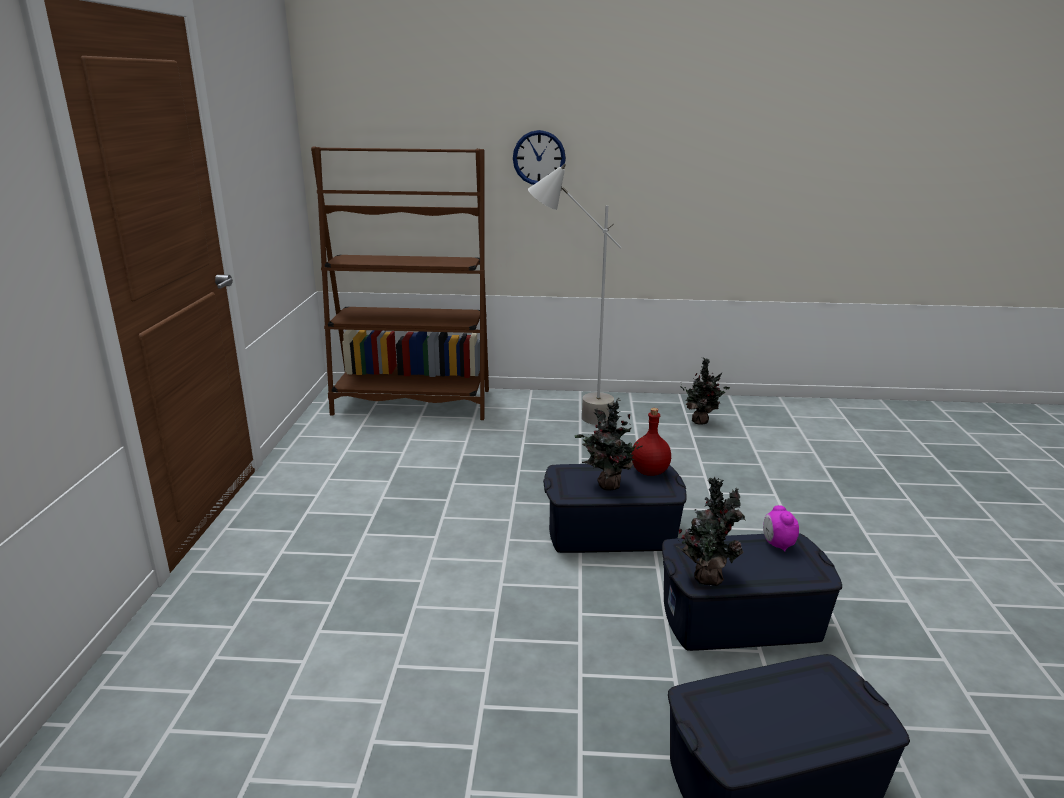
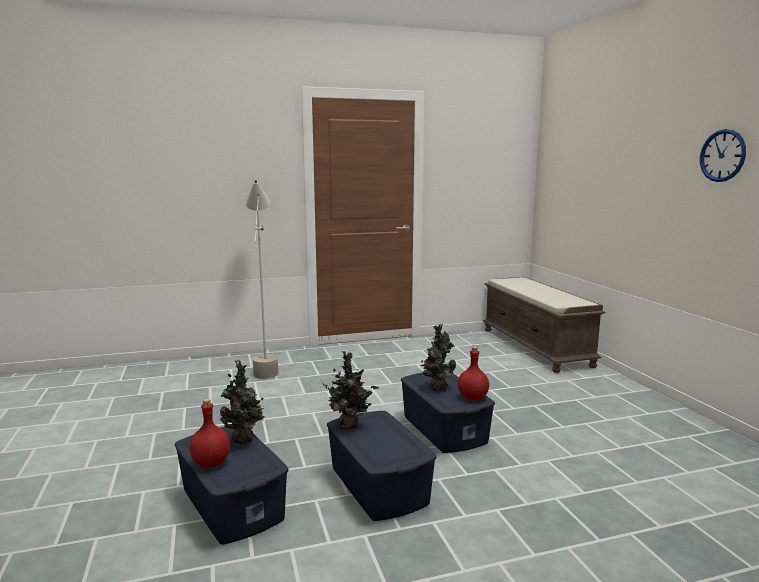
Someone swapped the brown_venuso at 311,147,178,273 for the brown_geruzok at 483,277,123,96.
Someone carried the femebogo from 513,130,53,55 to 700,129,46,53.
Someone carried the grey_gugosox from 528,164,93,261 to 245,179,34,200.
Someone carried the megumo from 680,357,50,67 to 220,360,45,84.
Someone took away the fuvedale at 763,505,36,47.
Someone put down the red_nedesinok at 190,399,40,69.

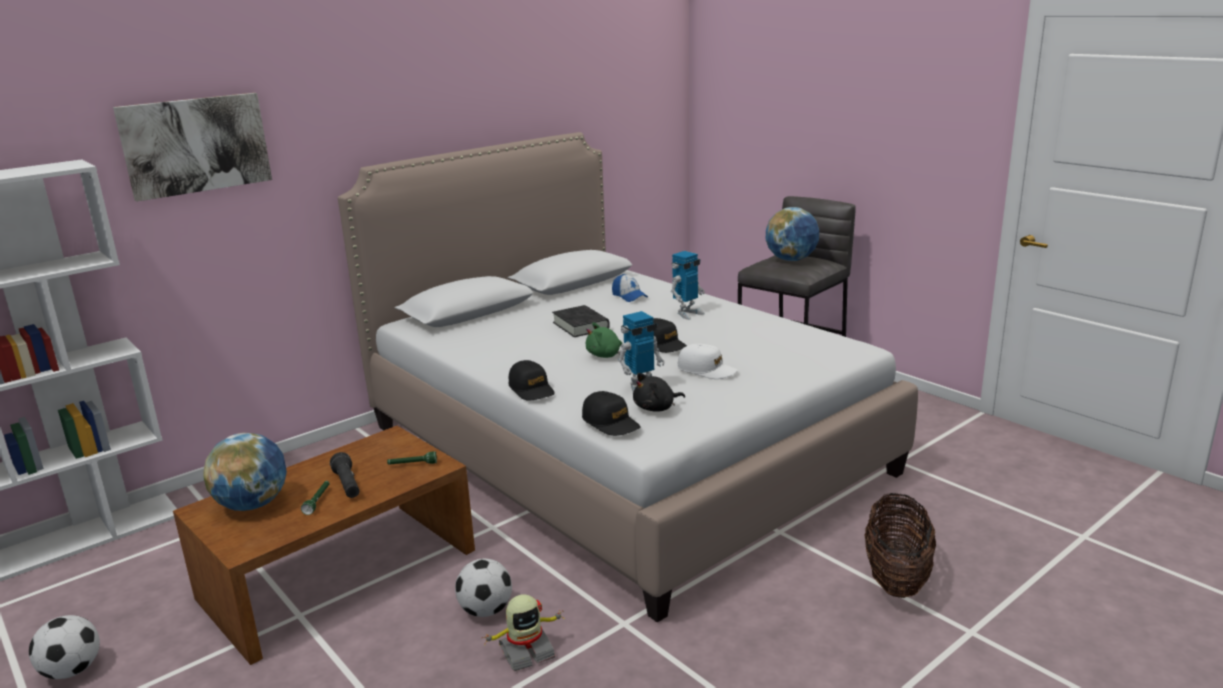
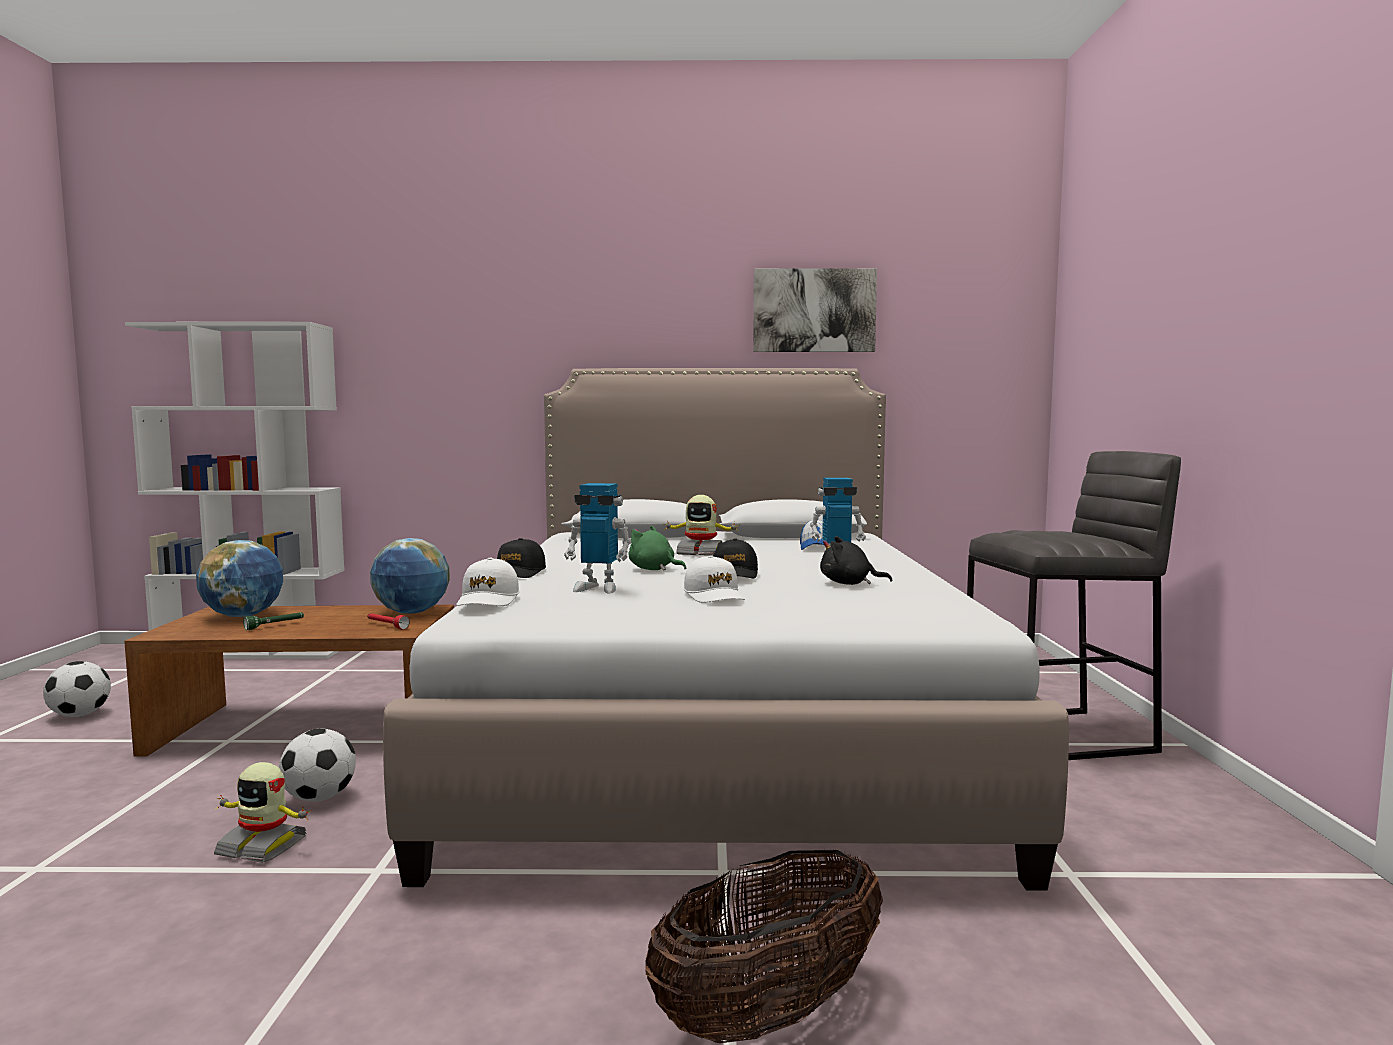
Someone carried the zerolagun from 113,93,159,109 to 753,268,124,84.
Someone took away the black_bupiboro at 330,452,29,46.
Someone repainted the green_bupiboro at 387,451,50,14, which became the red_bupiboro at 367,613,43,16.
Someone swapped the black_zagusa at 552,305,58,32 for the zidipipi at 664,495,73,61.
Someone repainted the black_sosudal at 582,391,58,45, which became the white_sosudal at 457,558,62,48.
Someone carried the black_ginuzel from 633,373,52,39 to 820,536,72,49.
Someone carried the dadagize from 766,207,53,54 to 370,538,80,76.

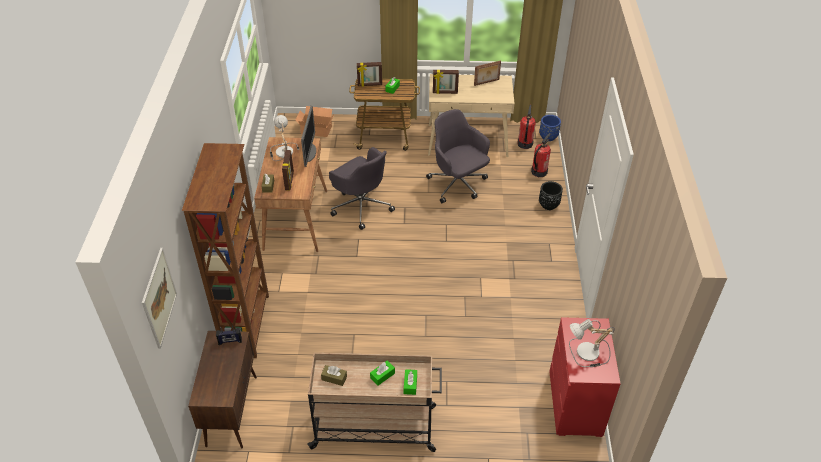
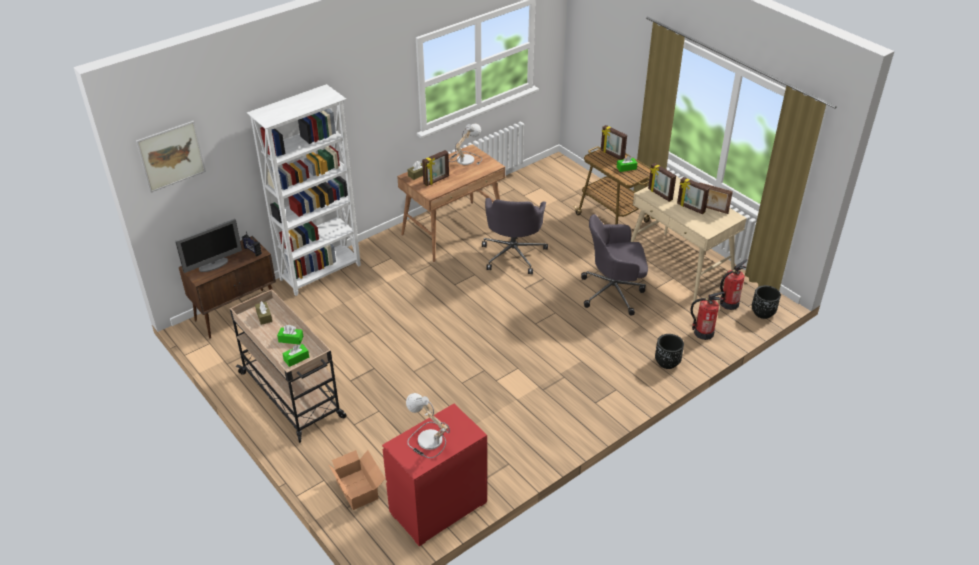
Someone repainted the brown_venuso at 182,143,87,215, which became the white_venuso at 247,84,114,212.
Someone carried the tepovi from 295,106,39,31 to 328,450,57,60.
Someone carried the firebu from 301,106,15,61 to 175,219,67,54.
Someone rotated the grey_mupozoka at 426,109,64,95 by 105 degrees counterclockwise.
Someone repainted the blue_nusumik at 539,115,22,26, which became the black_nusumik at 752,285,29,34.
Someone put down the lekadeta at 677,177,33,37.

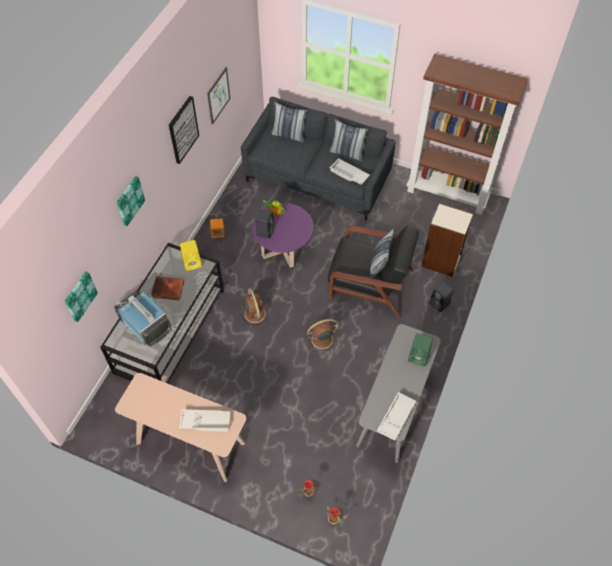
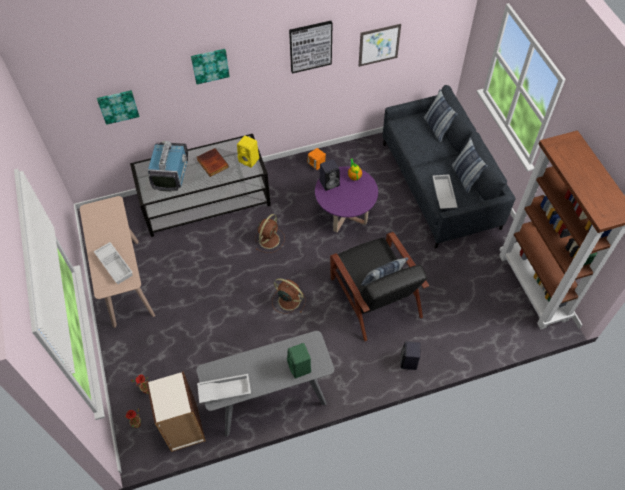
Someone carried the venuso from 421,203,52,74 to 146,371,60,81.

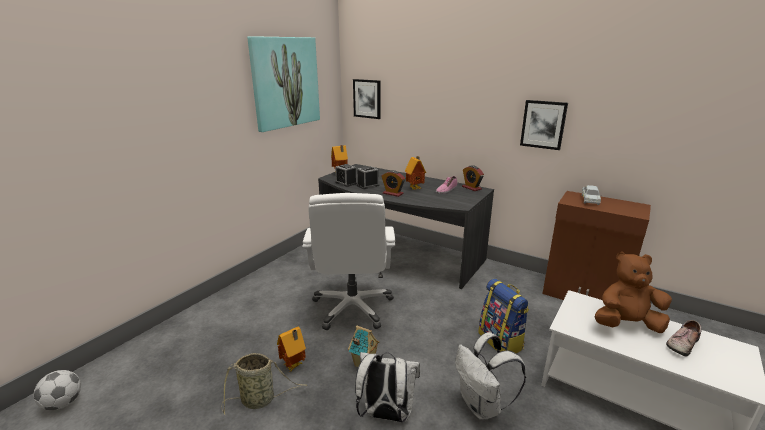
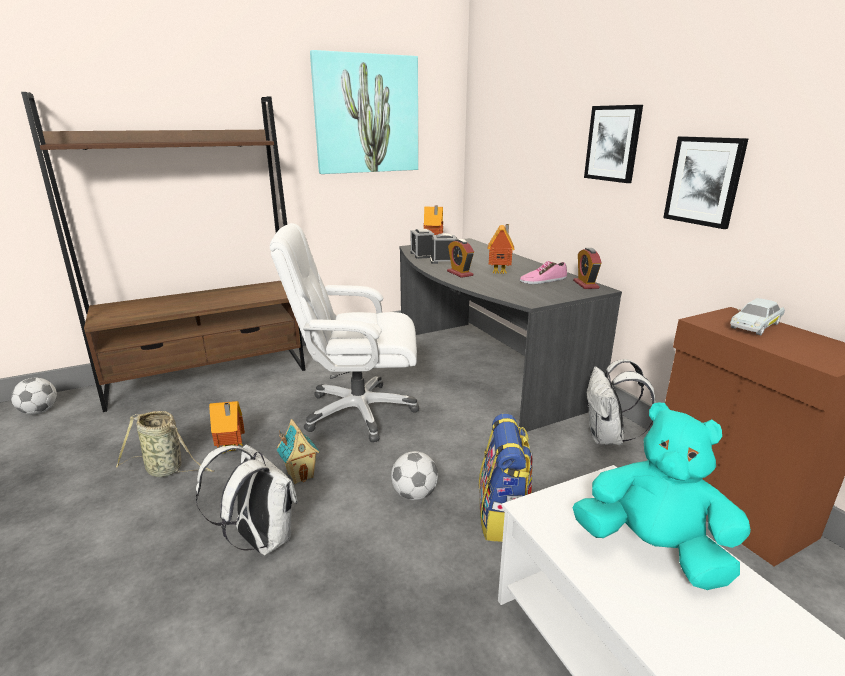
Someone rotated the white_mupozoka at 302,193,93,137 by 60 degrees clockwise.
Someone carried the zerolagun from 353,79,28,40 to 584,105,59,78.
Someone carried the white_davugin from 455,332,71,88 to 587,359,69,86.
Someone repainted the brown_ginuzel at 595,252,77,81, which became the turquoise_ginuzel at 572,403,179,187.
Someone took away the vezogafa at 666,320,36,36.
Someone put down the brown_venuso at 21,92,284,320.
Someone put down the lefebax at 391,451,47,49.

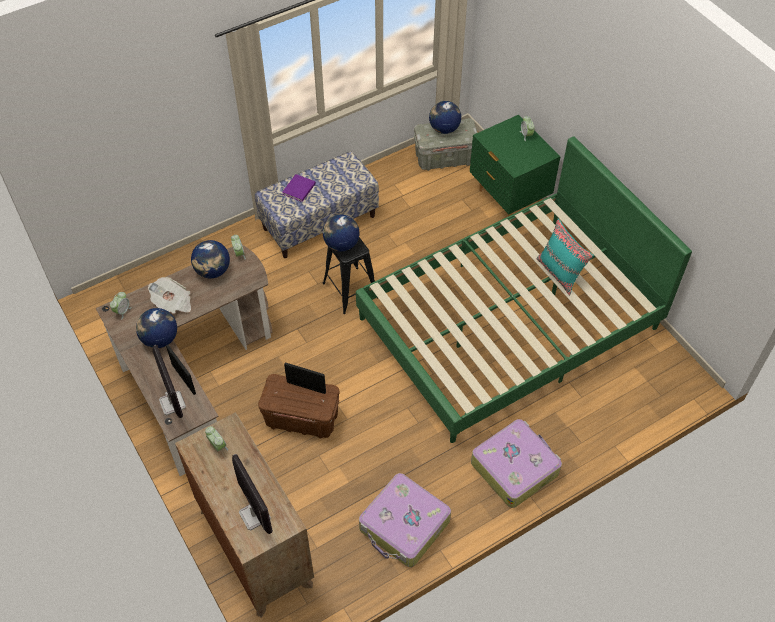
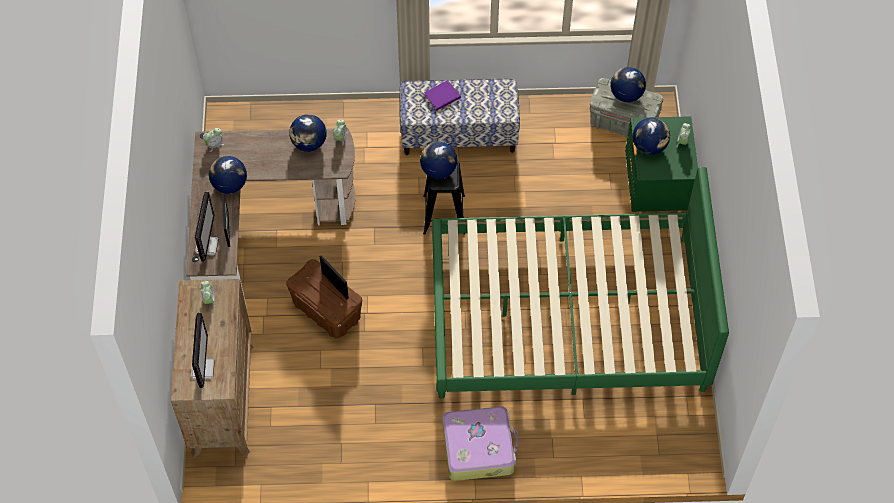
Someone took away the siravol at 148,277,43,37.
Someone took away the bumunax at 359,473,92,94.
Someone took away the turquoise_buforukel at 536,218,58,77.
Someone put down the dadagize at 633,118,37,37.

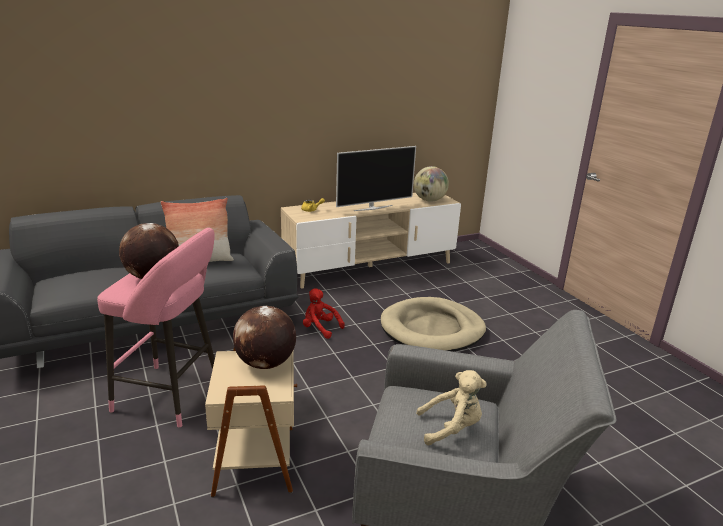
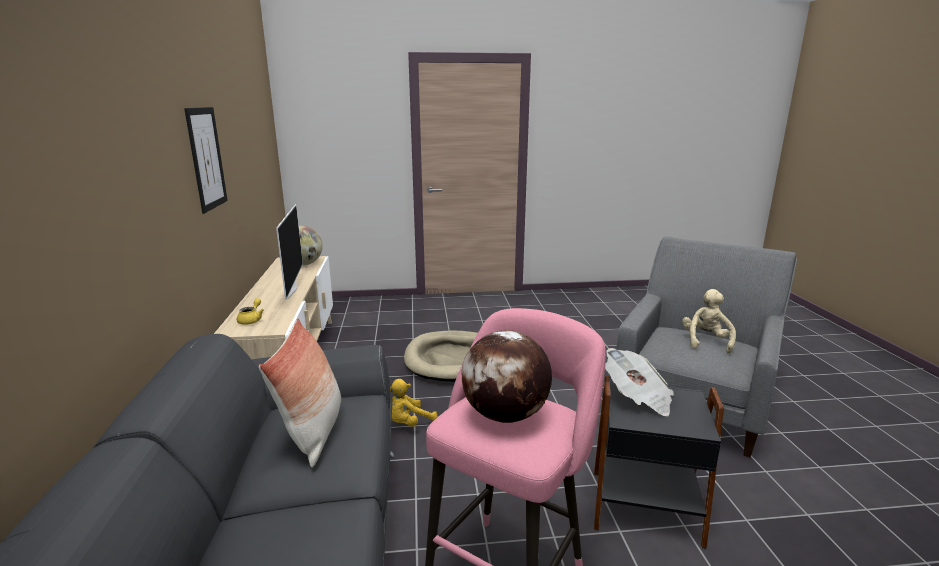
Someone repainted the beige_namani at 205,348,92,149, which became the black_namani at 594,376,130,173.
Someone swapped the dadagize at 233,306,63,63 for the siravol at 605,348,69,68.
Someone repainted the red_ginuzel at 303,289,42,50, which became the yellow_ginuzel at 390,379,48,48.
Someone put up the zerolagun at 184,107,44,107.

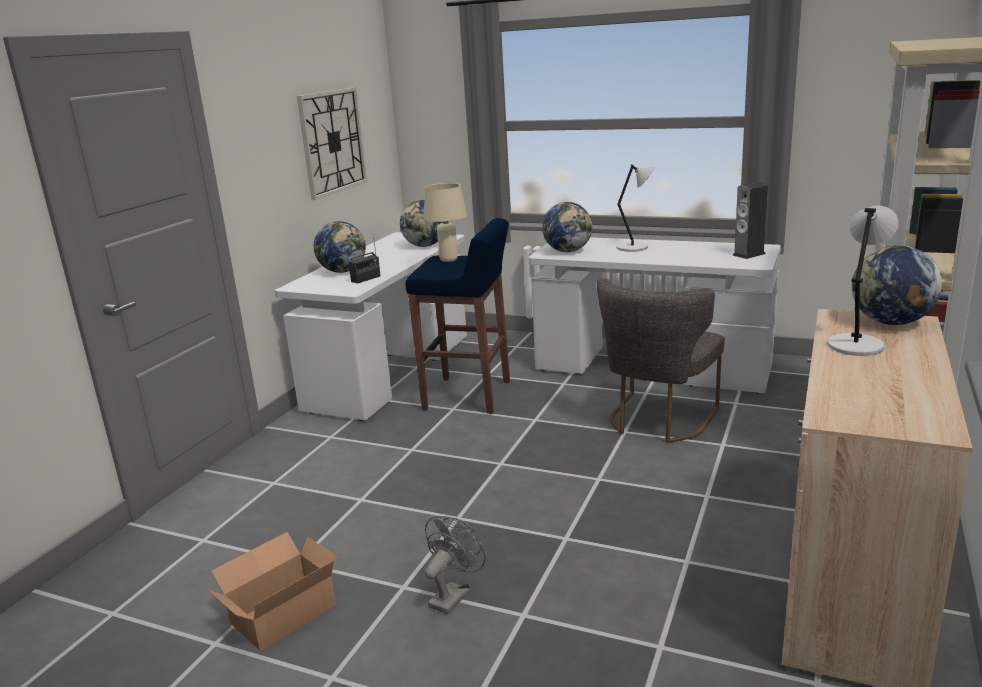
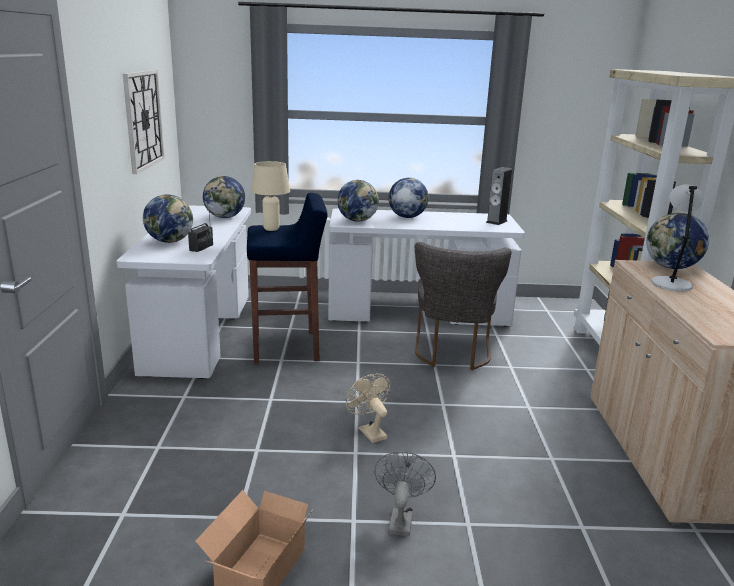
Someone swapped the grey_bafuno at 616,164,39,88 for the dadagize at 388,178,41,40.
Someone put down the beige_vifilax at 346,373,45,70.

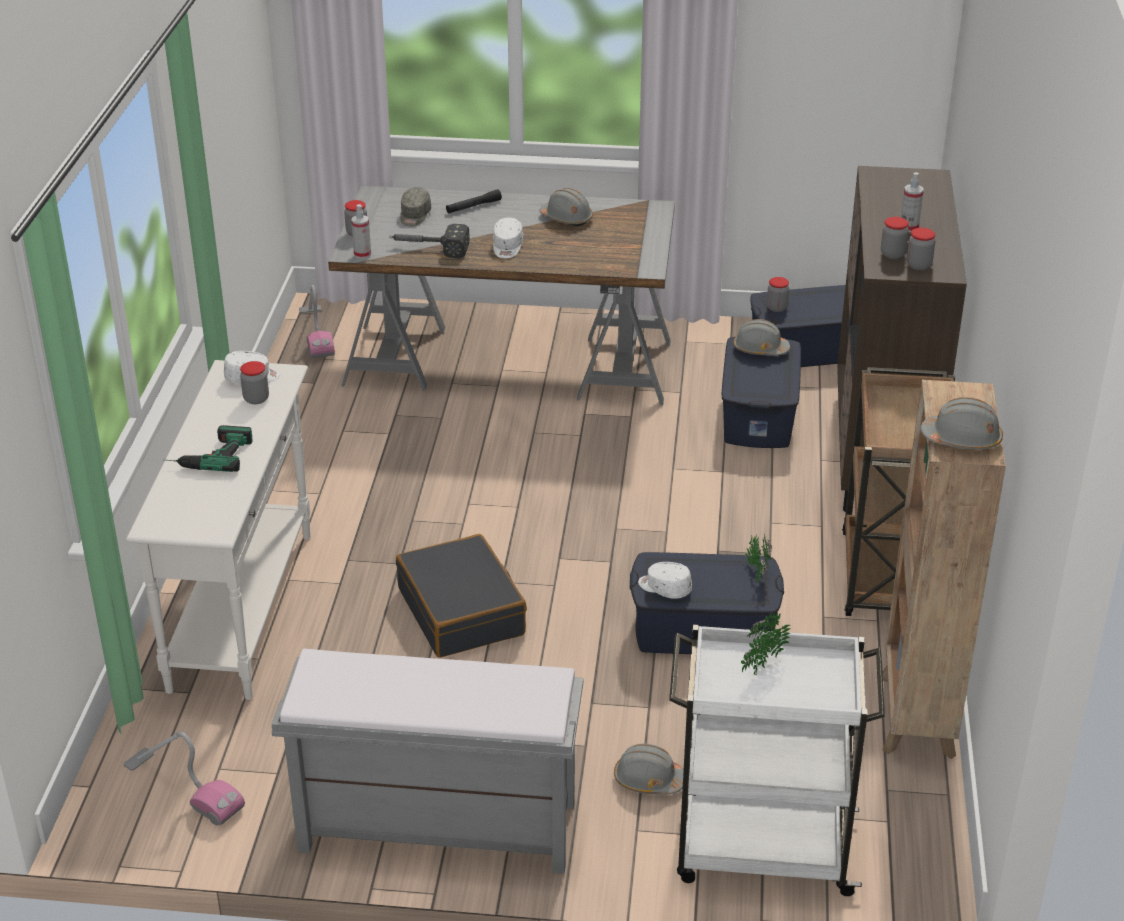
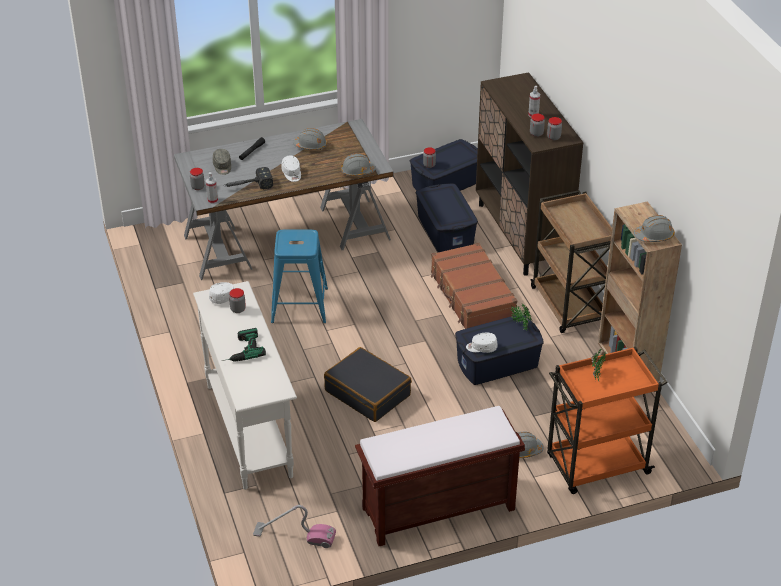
Someone repainted the grey_geruzok at 271,649,313,225, which became the brown_geruzok at 355,406,170,140.
Someone took away the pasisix at 299,285,36,73.
Someone repainted the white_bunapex at 669,625,216,271, which became the orange_bunapex at 547,347,121,147.
Someone carried the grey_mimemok from 733,319,57,37 to 341,153,35,23.
Someone put down the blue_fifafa at 271,230,57,93.
Someone put down the brown_bumunax at 431,243,86,86.

